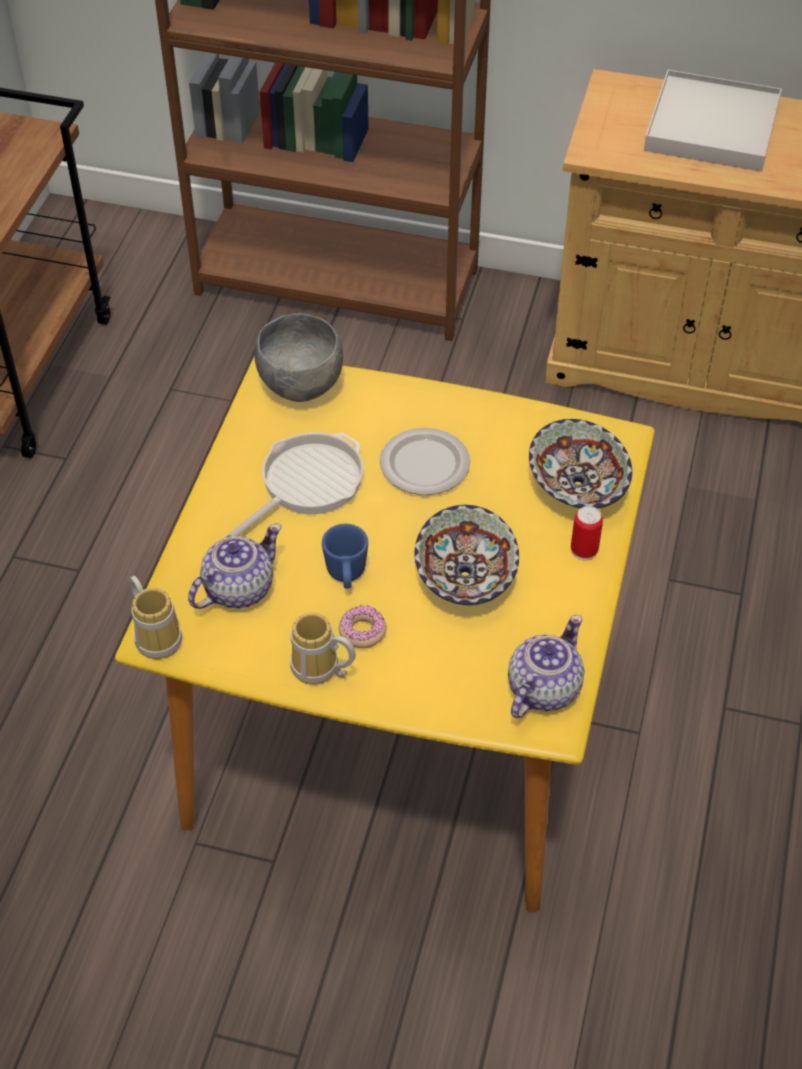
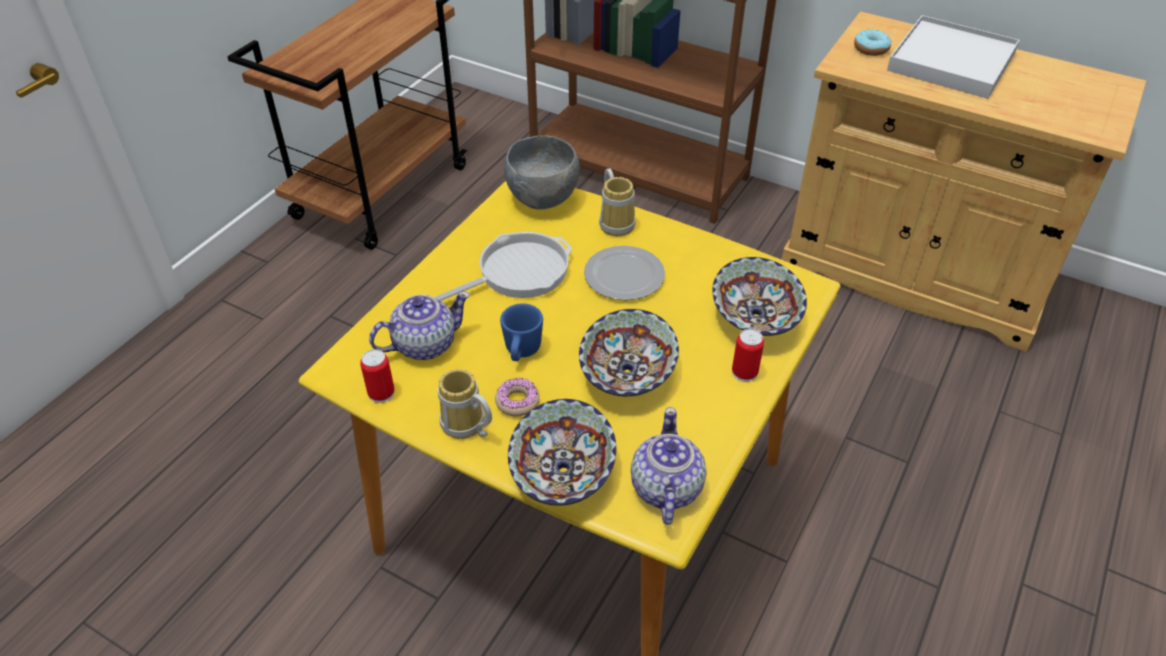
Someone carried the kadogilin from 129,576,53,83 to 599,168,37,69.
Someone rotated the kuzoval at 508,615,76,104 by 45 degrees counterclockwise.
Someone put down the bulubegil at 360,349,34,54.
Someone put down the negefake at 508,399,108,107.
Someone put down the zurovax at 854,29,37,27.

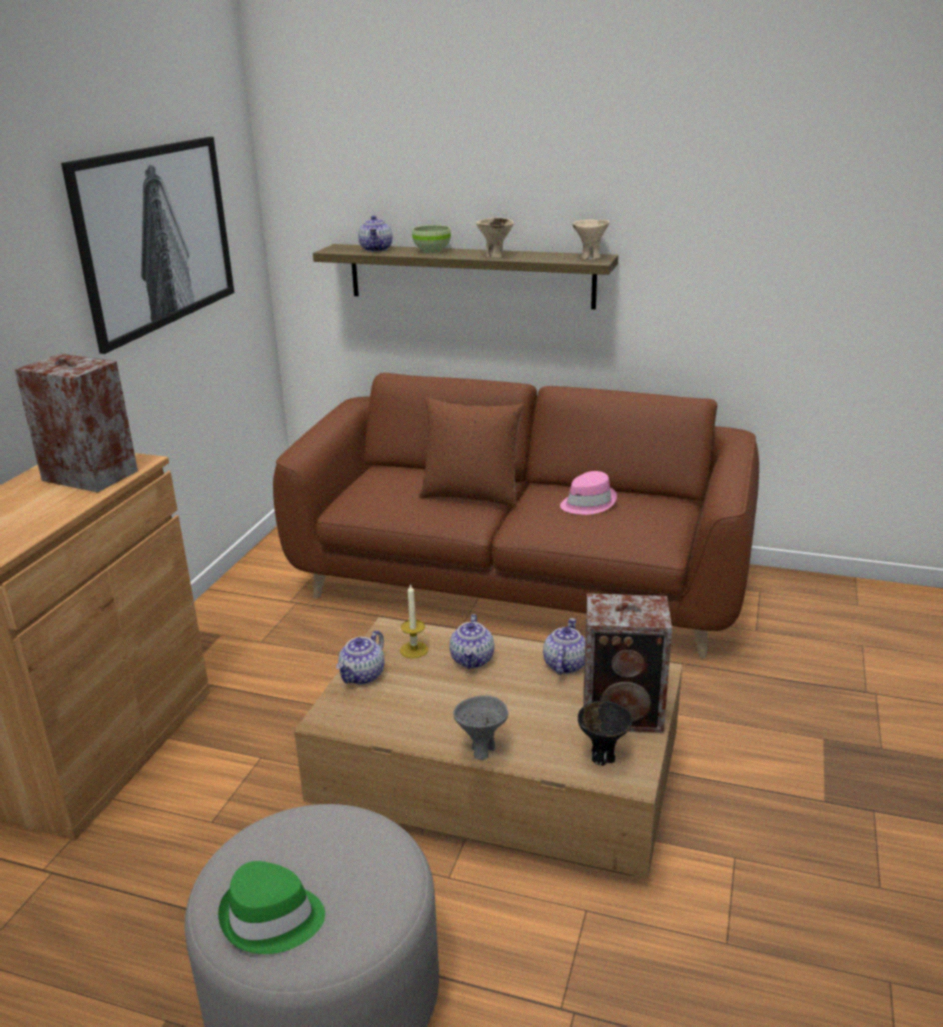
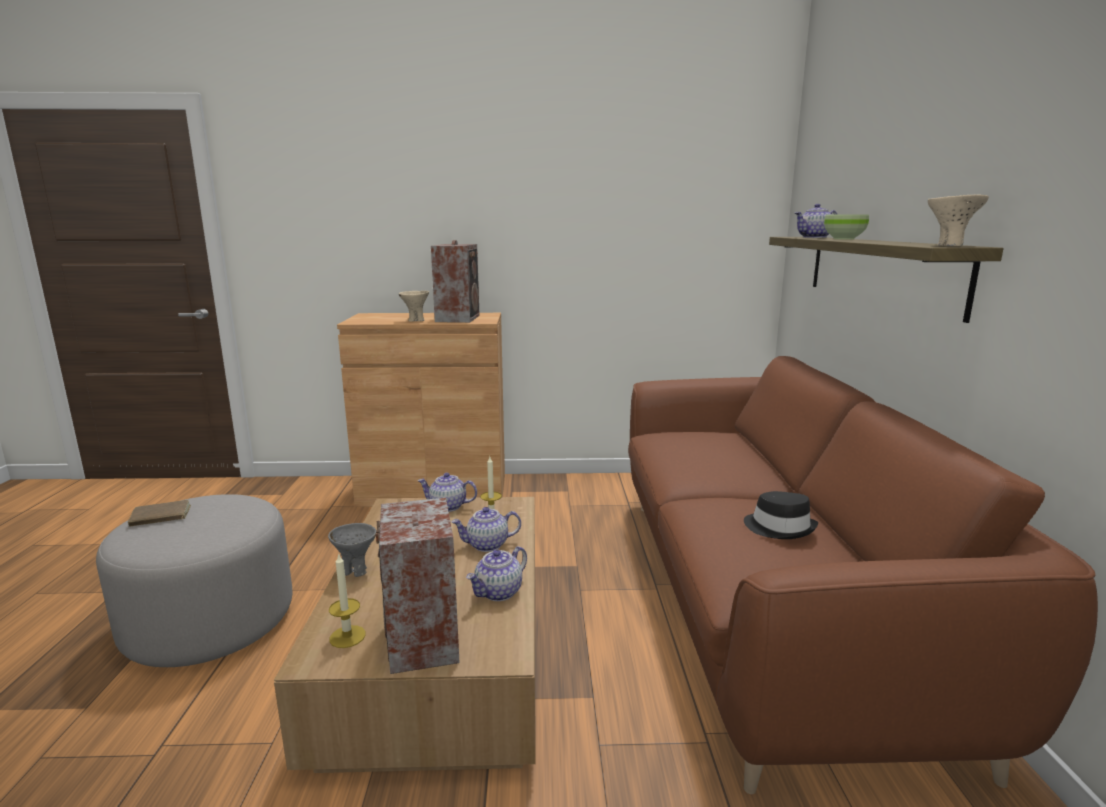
Someone took away the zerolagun at 61,137,173,217.
Someone swapped the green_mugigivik at 218,861,107,93 for the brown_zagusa at 128,500,63,27.
Someone took away the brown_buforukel at 419,397,105,110.
Someone carried the beige_negefake from 476,218,38,40 to 399,291,30,31.
Someone rotated the kuzoval at 543,618,42,57 by 135 degrees clockwise.
Someone repainted the pink_mugigivik at 560,471,57,44, which became the black_mugigivik at 744,491,74,48.
Someone swapped the black_negefake at 578,701,55,65 for the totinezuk at 329,554,37,94.

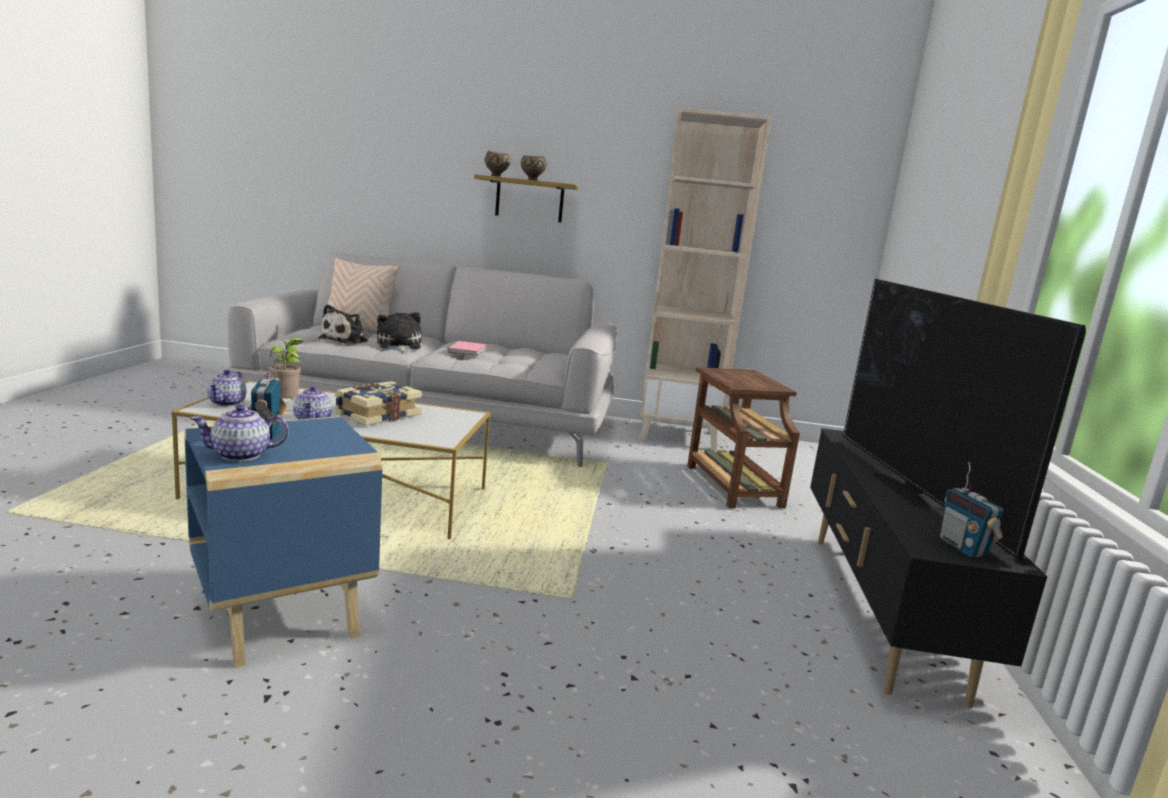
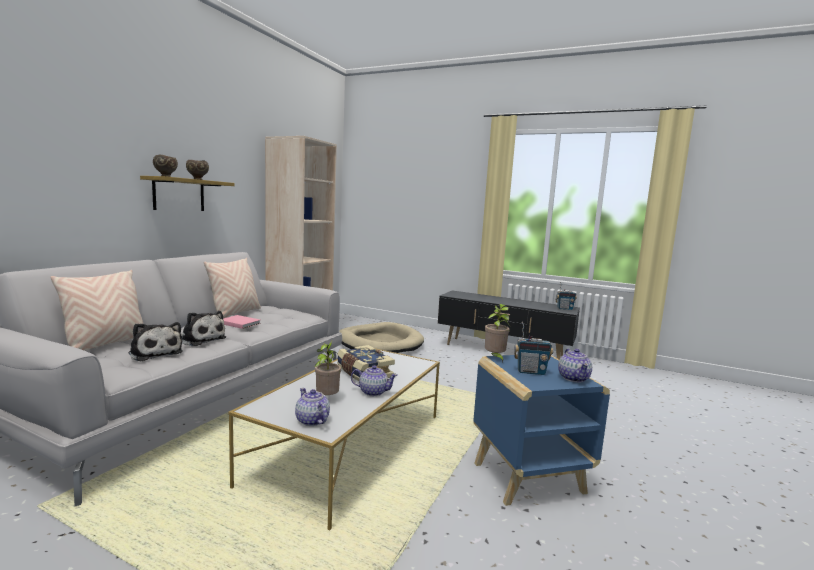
Someone rotated the kuzoval at 207,370,40,37 by 150 degrees counterclockwise.
Someone rotated the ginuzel at 377,312,45,41 by 150 degrees counterclockwise.
Someone swapped the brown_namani at 687,367,113,141 for the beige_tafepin at 339,322,85,31.
Someone took away the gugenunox at 843,279,243,280.
Someone put down the beige_buforukel at 204,258,57,60.
Someone put down the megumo at 485,304,25,58.

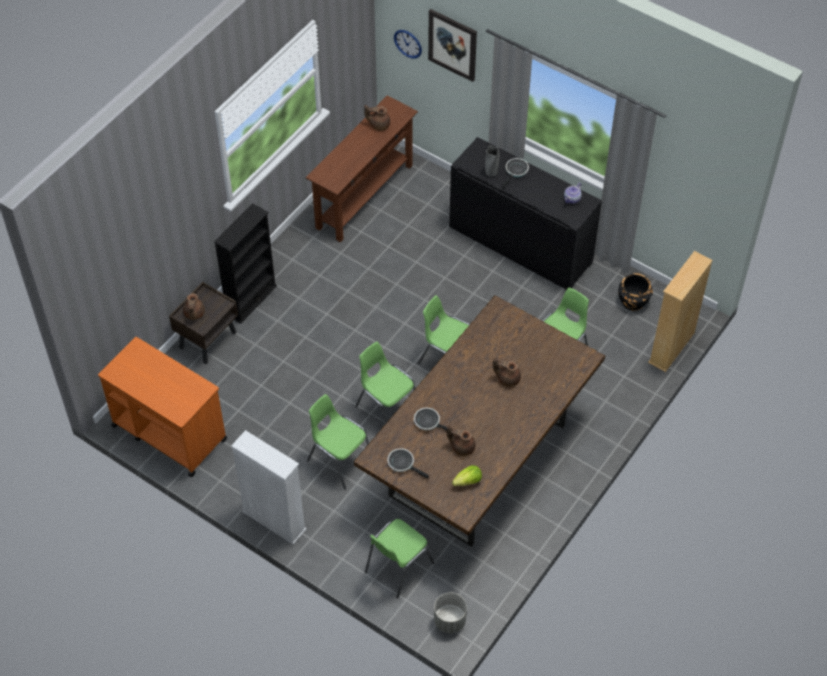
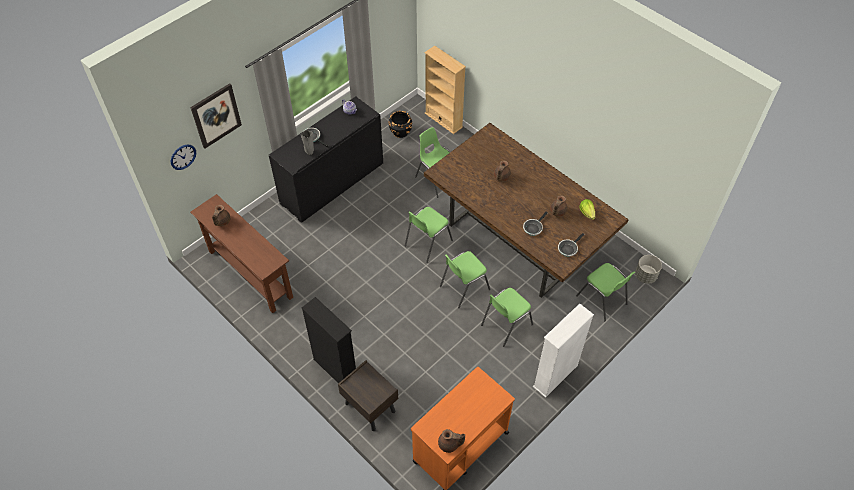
Someone carried the brown_kuzoval from 183,293,22,27 to 438,429,27,24.

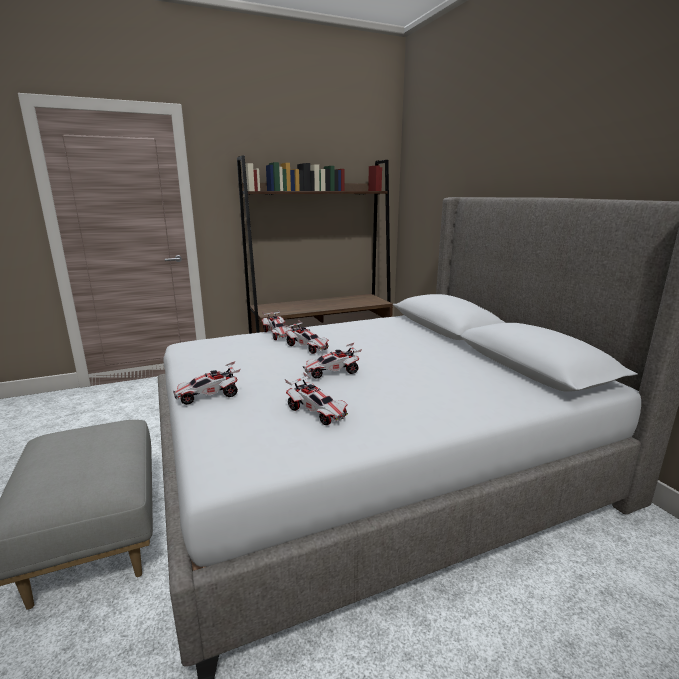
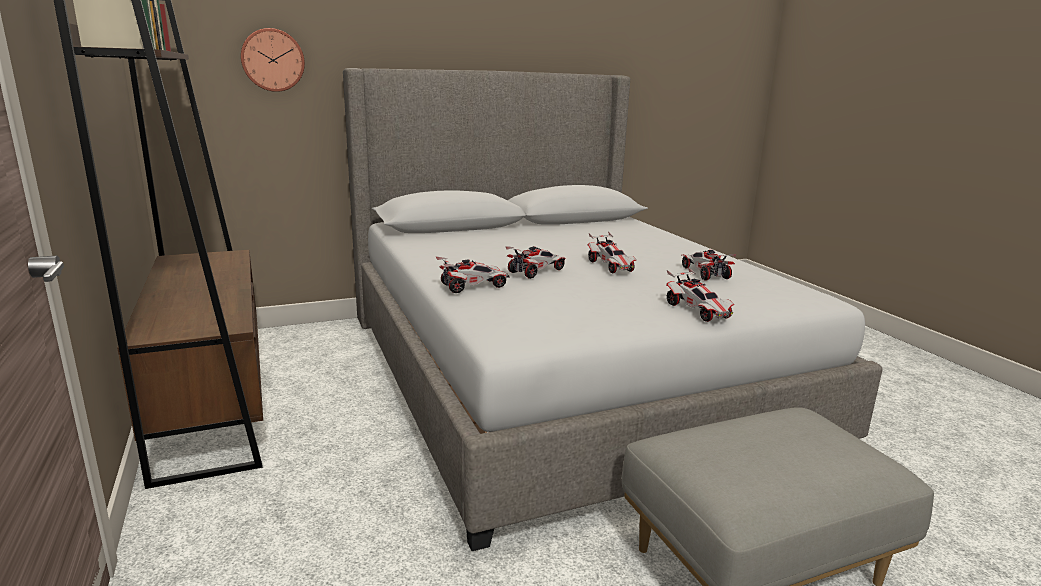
Someone rotated the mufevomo at 285,372,63,53 by 60 degrees counterclockwise.
Someone put up the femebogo at 241,28,64,64.

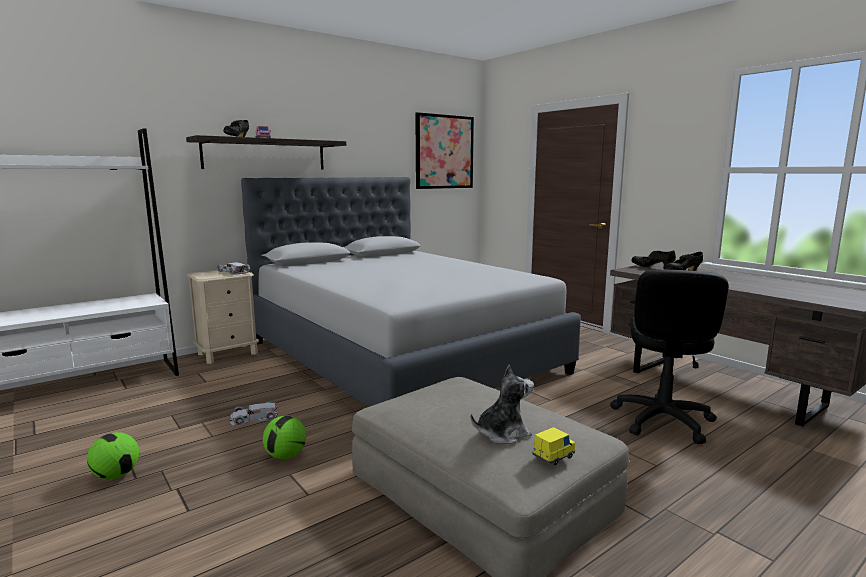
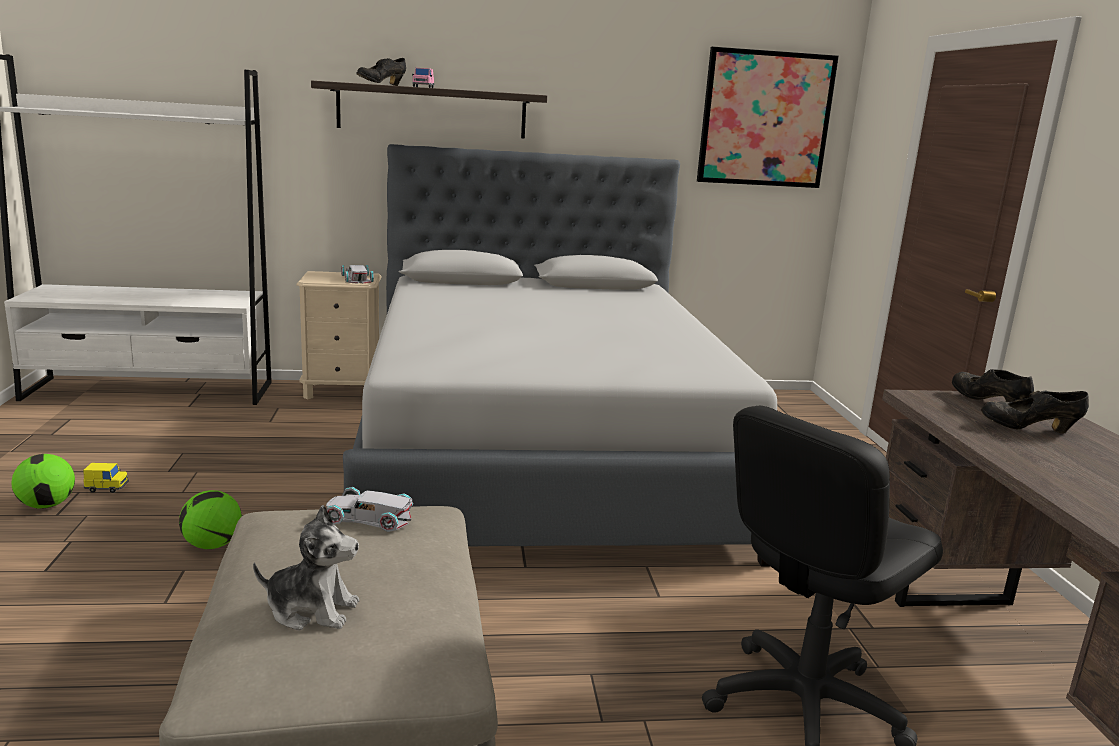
Someone carried the white_mufevomo from 229,402,49,24 to 326,487,87,45.
Someone carried the yellow_mufevomo from 532,427,43,38 to 83,463,46,30.

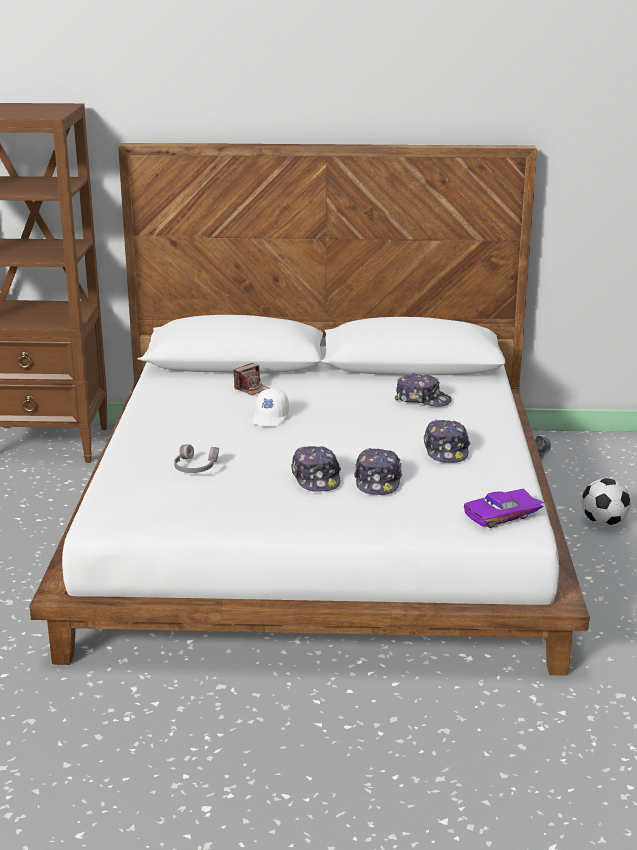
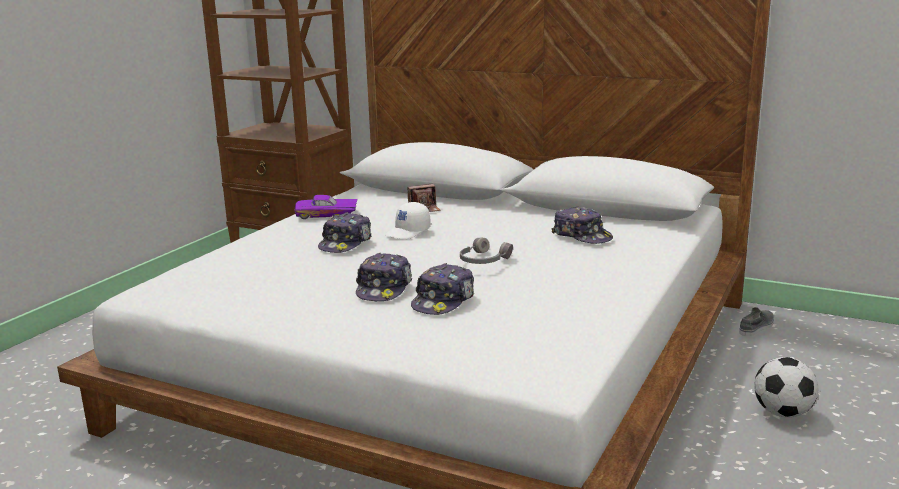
Someone carried the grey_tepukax from 174,444,45,29 to 460,238,53,26.
Someone carried the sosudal from 424,419,46,44 to 318,212,53,41.
Someone carried the purple_mufevomo from 464,489,80,39 to 294,195,63,24.

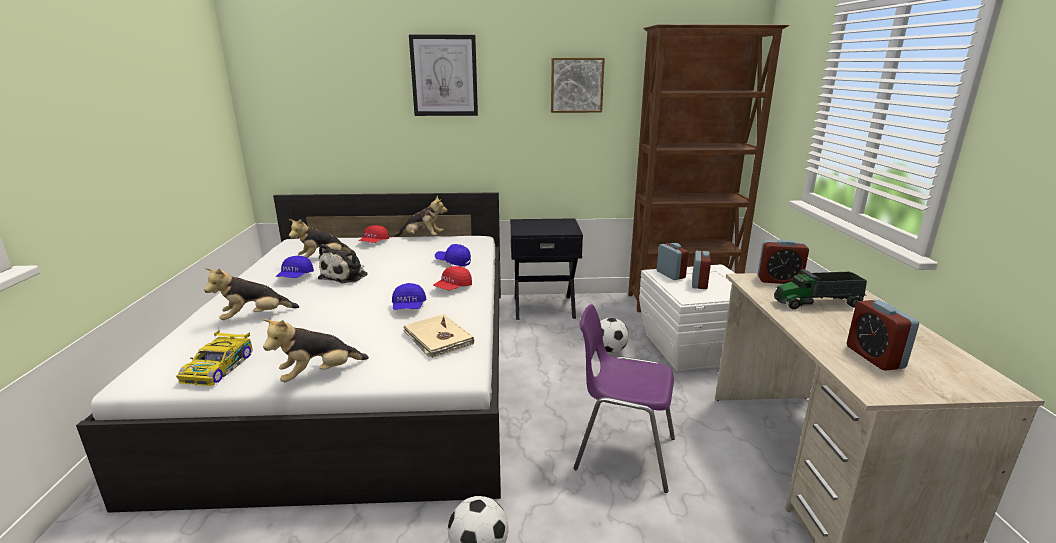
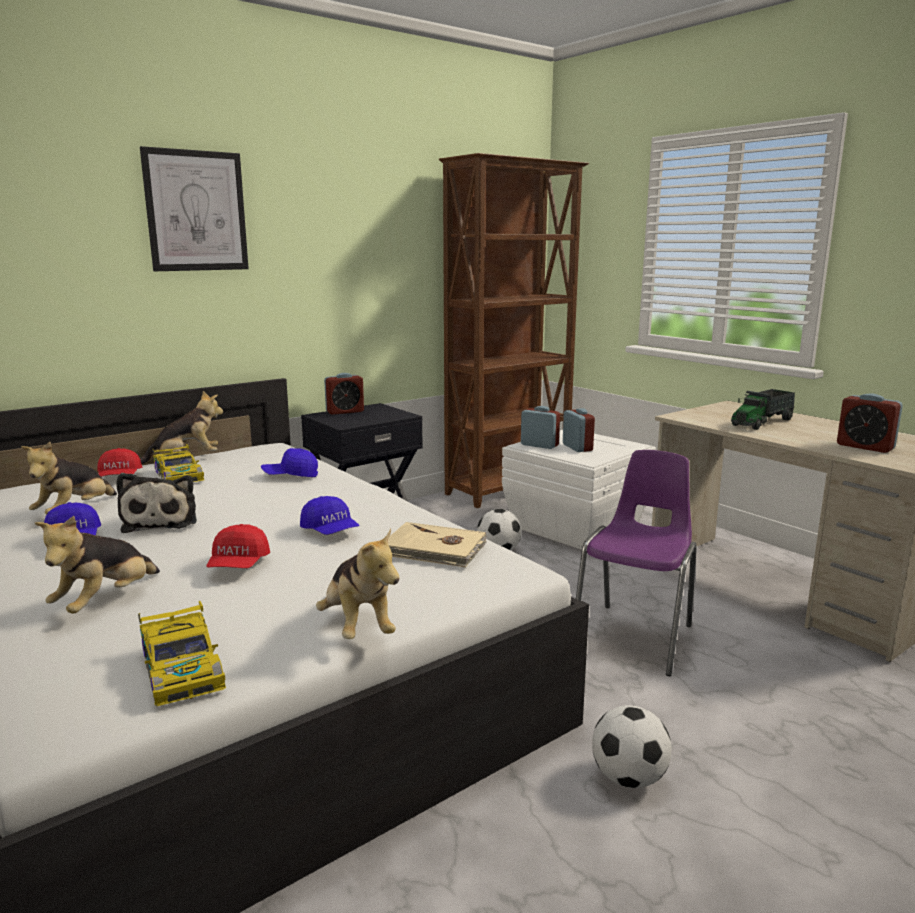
Someone rotated the ginuzel at 263,319,106,63 by 45 degrees counterclockwise.
Someone carried the red_sosudal from 433,266,39,24 to 206,524,64,44.
Someone took away the zerolagun at 551,58,54,55.
Someone rotated the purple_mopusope at 574,304,101,189 by 135 degrees clockwise.
Someone carried the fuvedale from 758,239,51,45 to 324,373,40,42.
Someone put down the mufevomo at 152,444,52,38.

